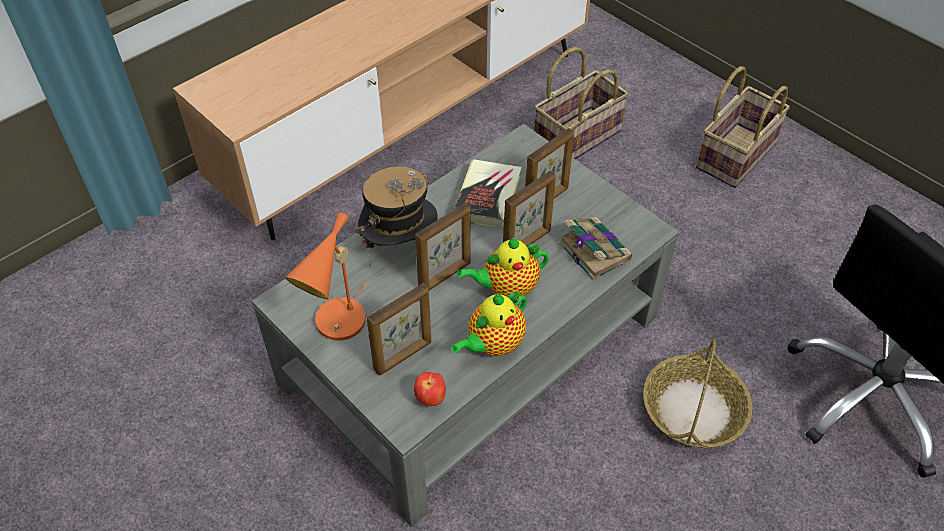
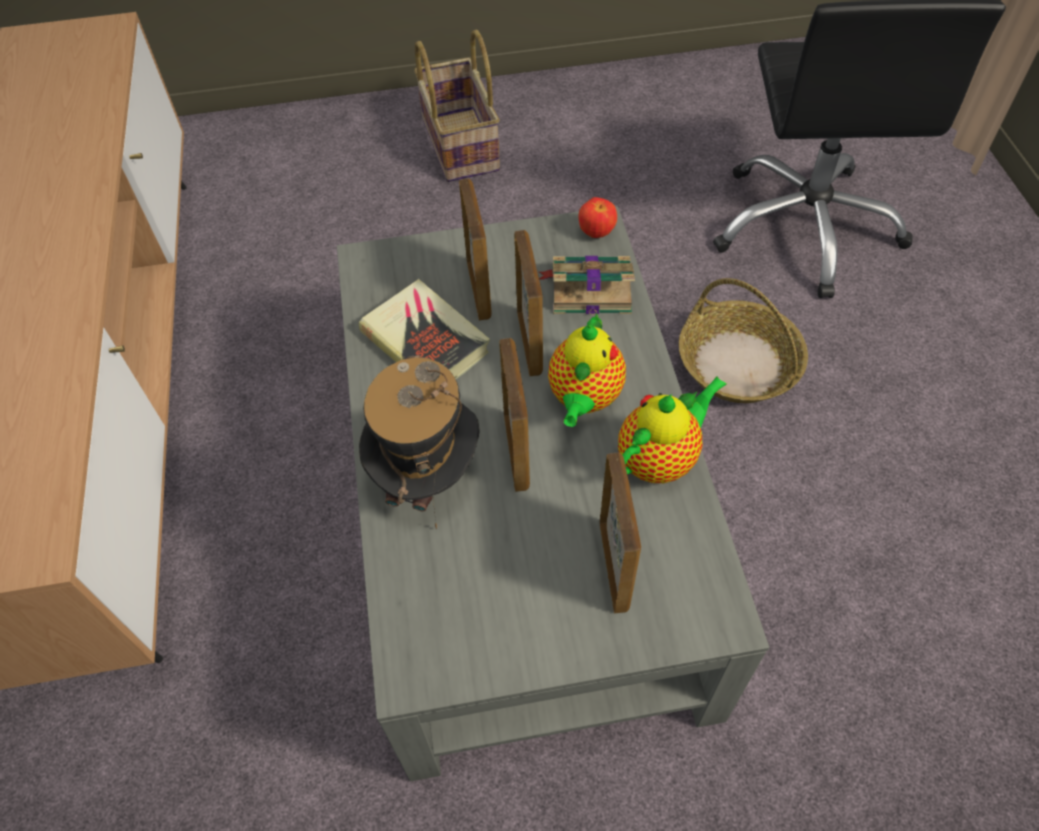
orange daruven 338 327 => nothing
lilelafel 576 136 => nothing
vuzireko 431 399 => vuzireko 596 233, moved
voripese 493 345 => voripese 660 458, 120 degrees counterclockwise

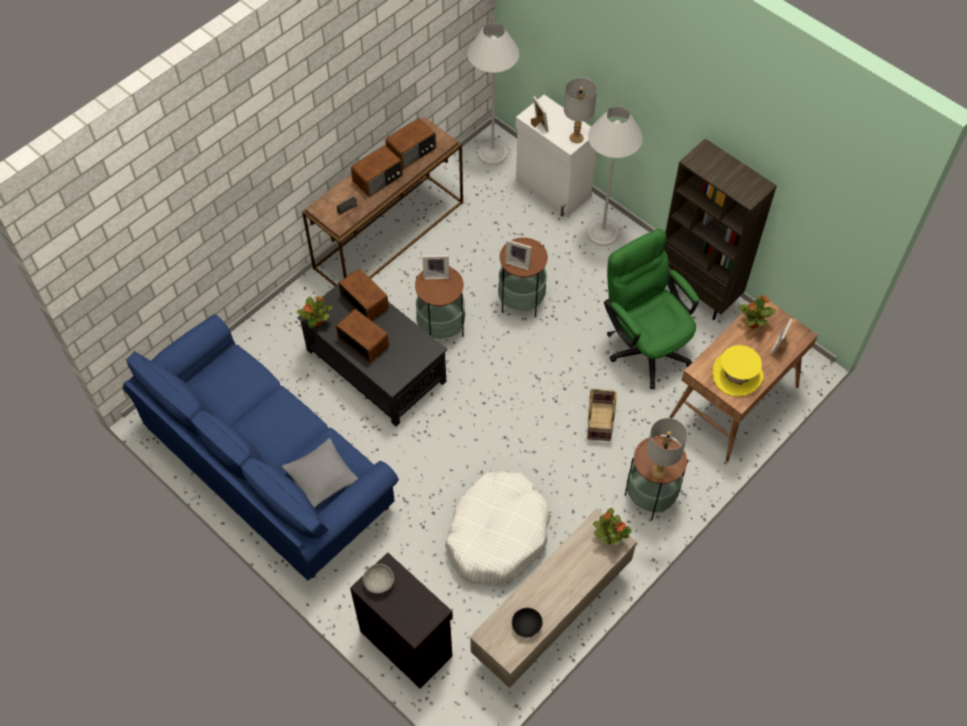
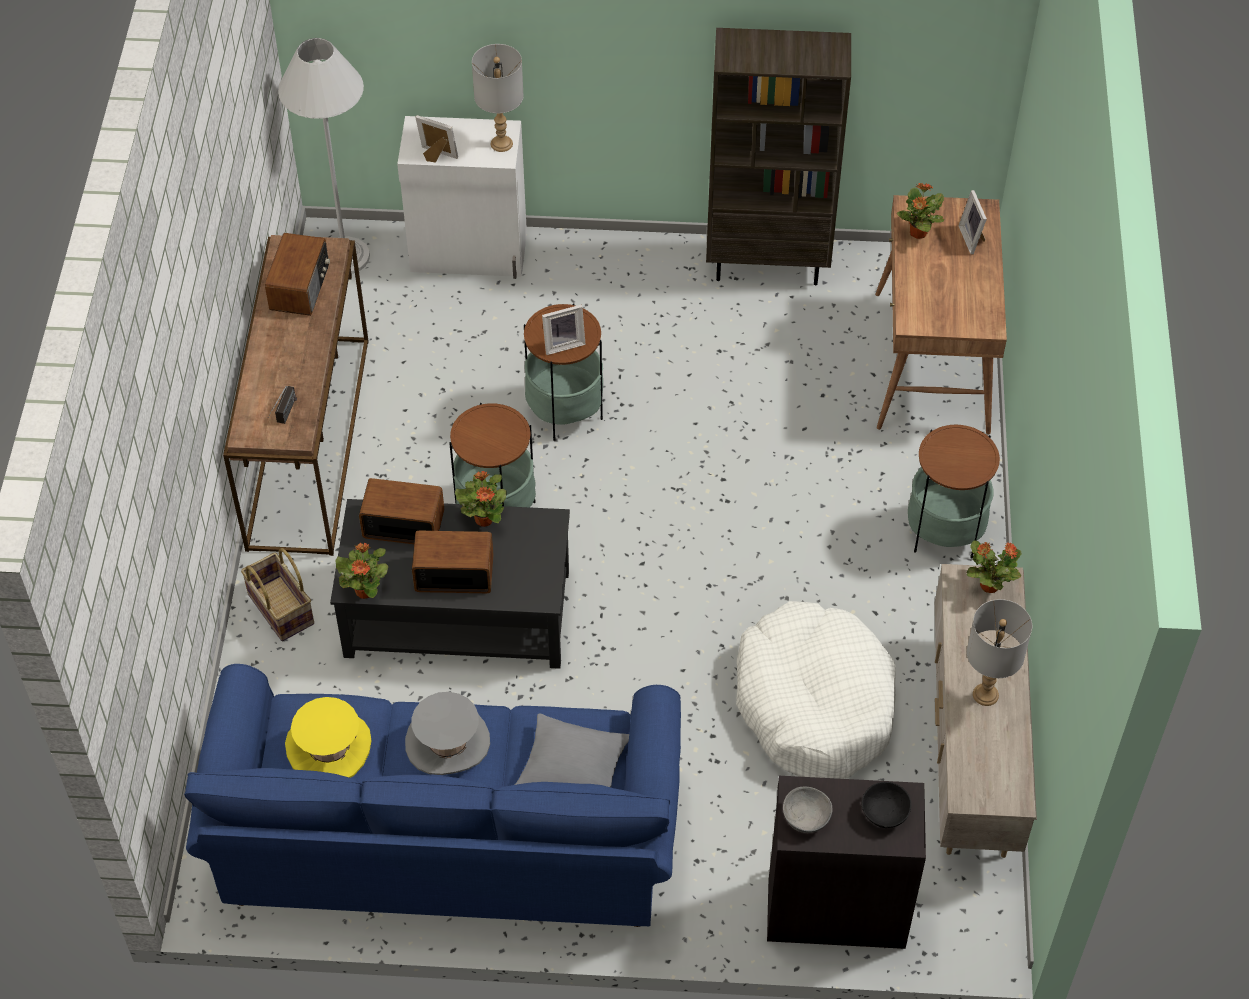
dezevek 378 179 => nothing
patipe 436 274 => nothing
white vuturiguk 602 233 => nothing
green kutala 645 345 => nothing
nothing => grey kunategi 447 742
nothing => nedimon 484 518
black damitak 527 626 => black damitak 885 812, moved
lilelafel 599 421 => lilelafel 279 609, moved
grey daruven 659 472 => grey daruven 986 695, moved
yellow kunategi 737 375 => yellow kunategi 329 747, moved

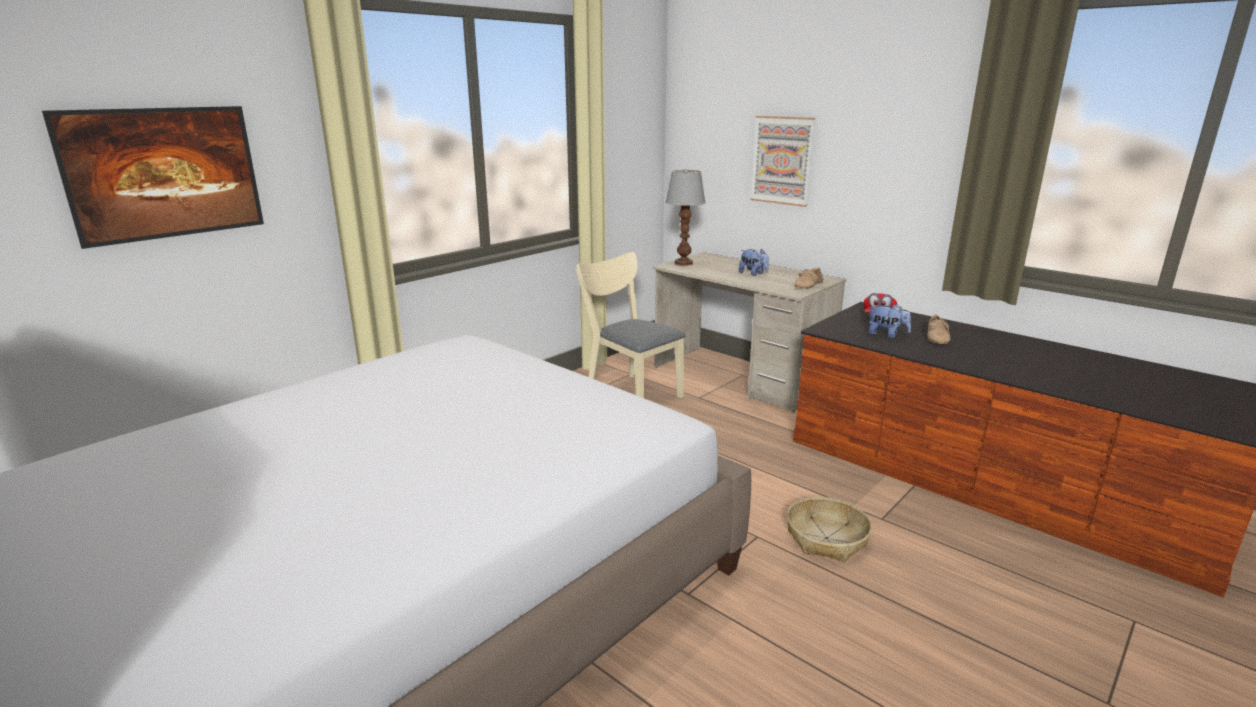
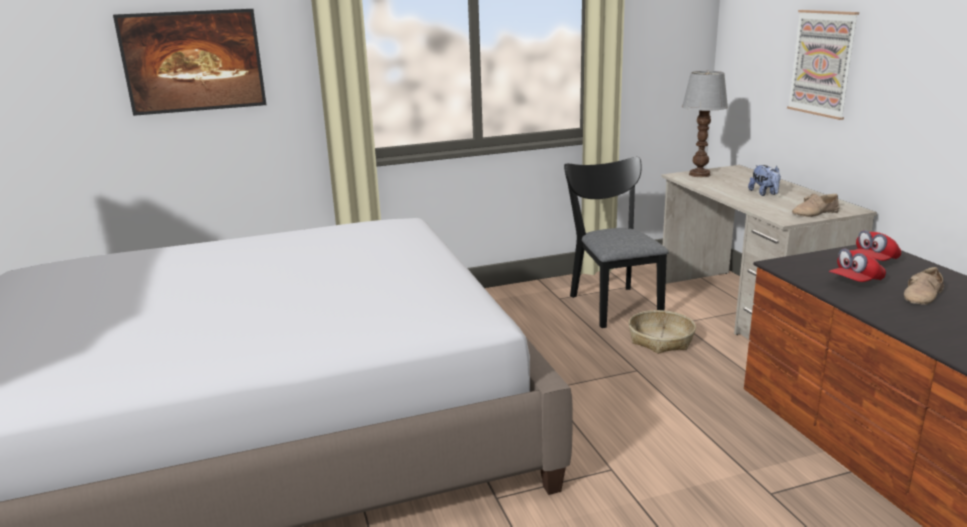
lilelafel 826 538 => lilelafel 661 340, moved
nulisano 886 335 => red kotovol 855 282
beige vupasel 629 391 => black vupasel 612 303

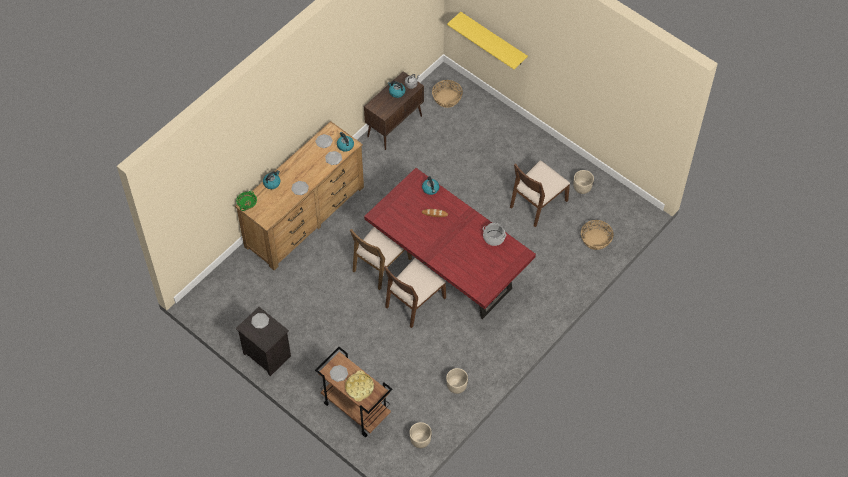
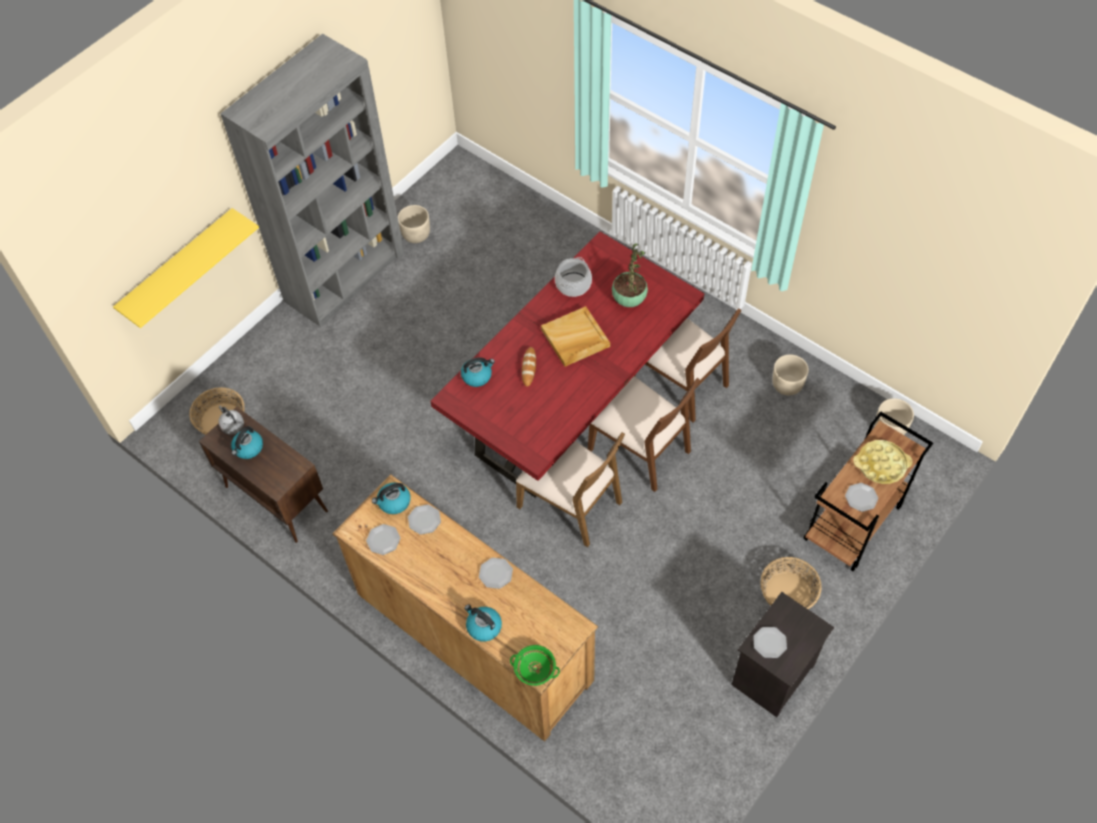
nothing => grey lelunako 345 276
nothing => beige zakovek 575 338
nothing => nedimon 629 299
brown vupasel 537 203 => brown vupasel 680 382, moved
lilelafel 596 239 => lilelafel 788 592, moved

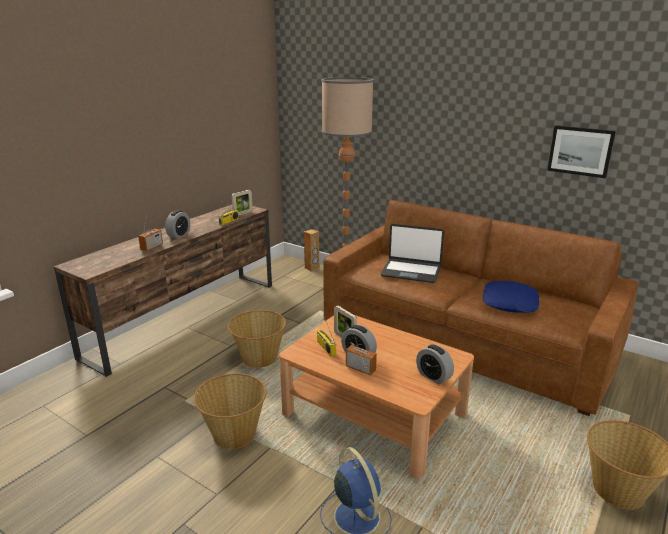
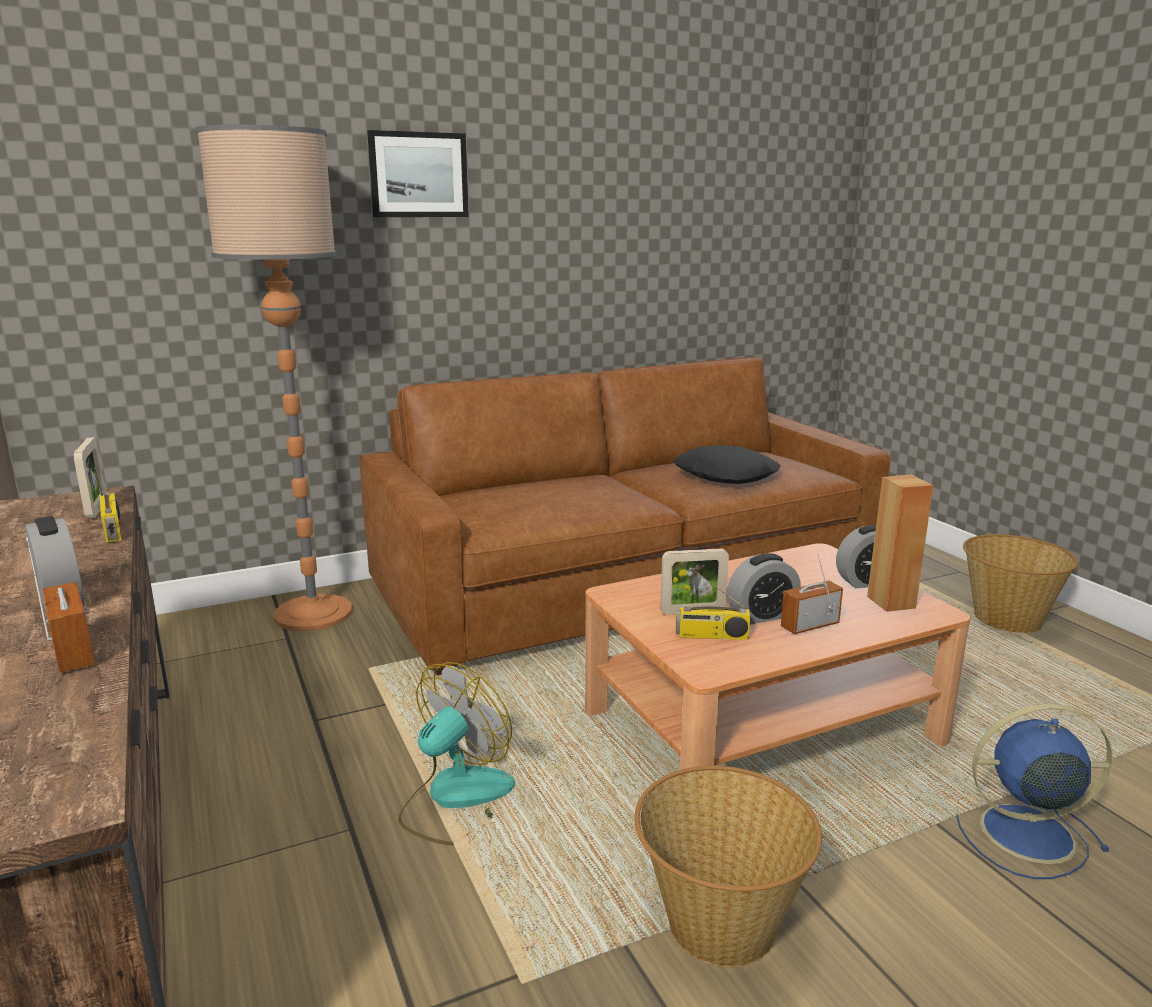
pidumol 411 271 => nothing
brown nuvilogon 312 268 => brown nuvilogon 891 602, moved
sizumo 580 151 => sizumo 418 175, moved
lilelafel 259 358 => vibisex 456 800
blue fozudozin 510 303 => black fozudozin 726 475

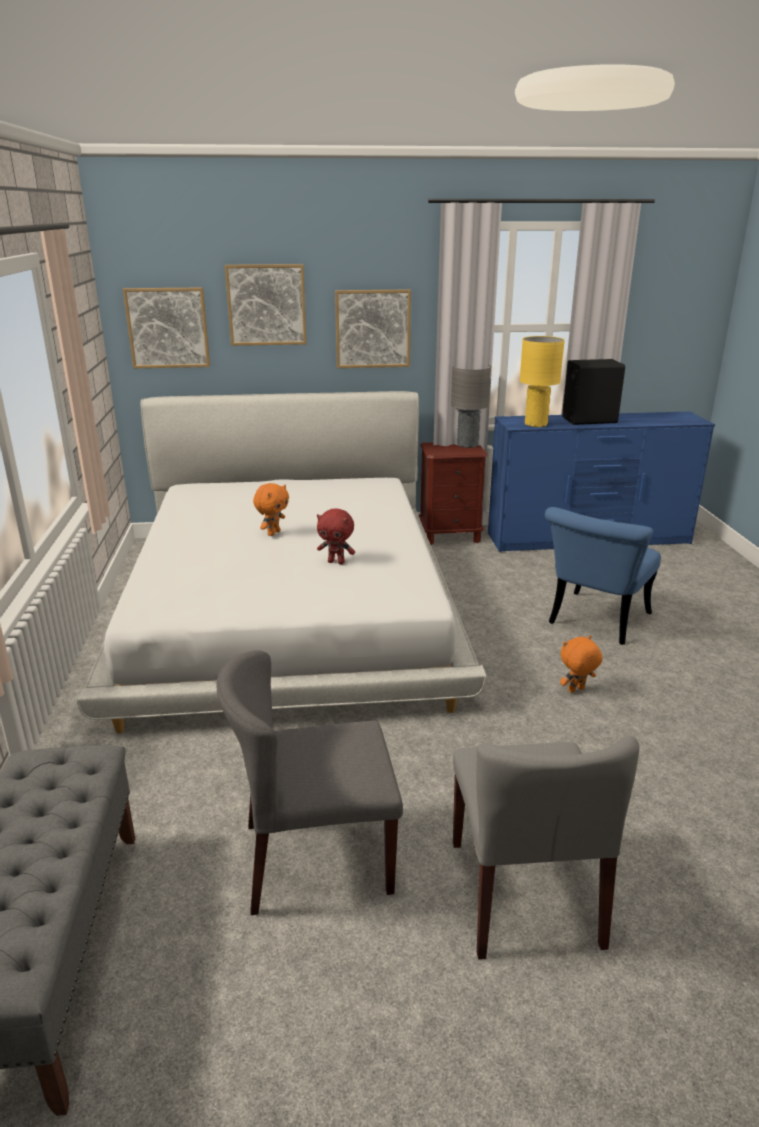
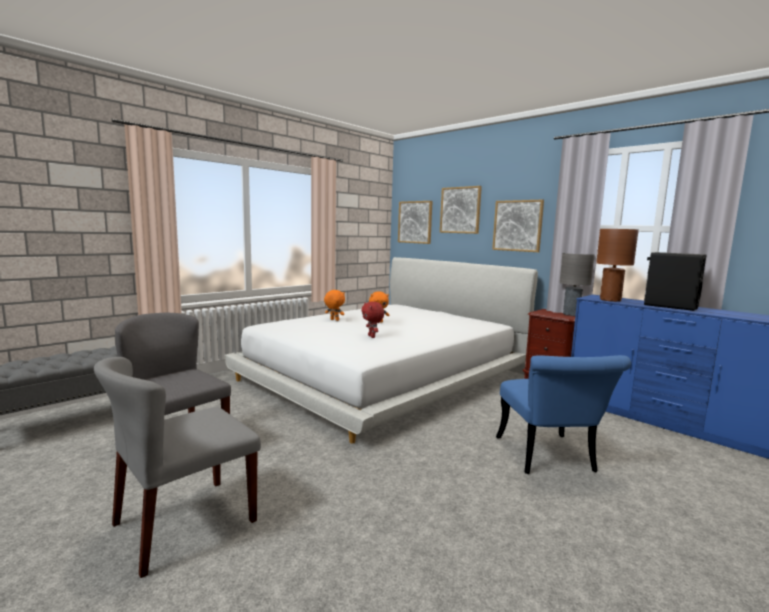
orange nulisano 576 690 => orange nulisano 334 320, moved
yellow daruven 535 424 => brown daruven 610 300
blue vupasel 595 623 => blue vupasel 549 459, 90 degrees counterclockwise

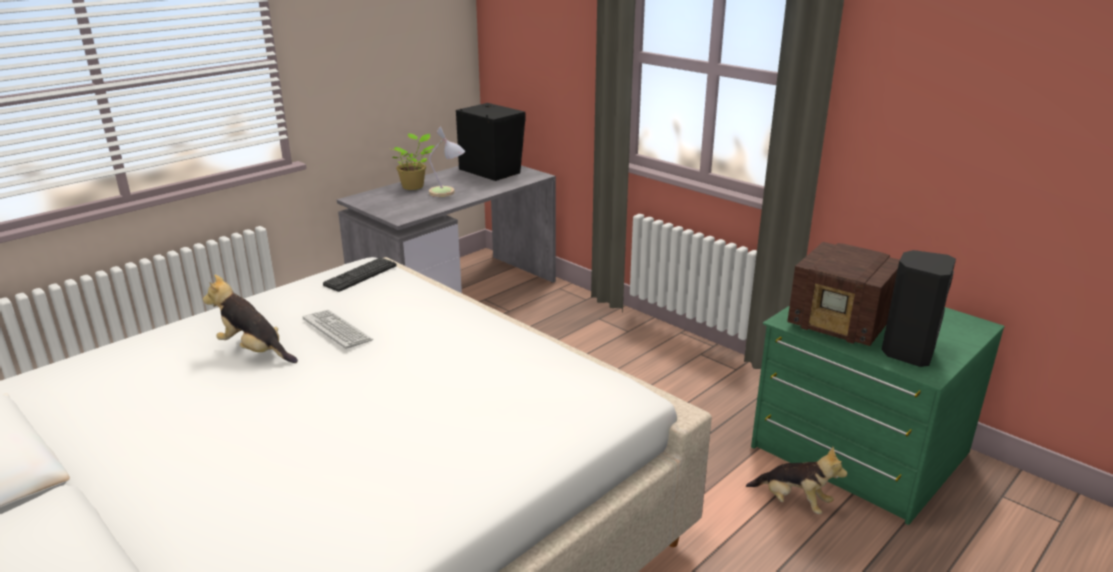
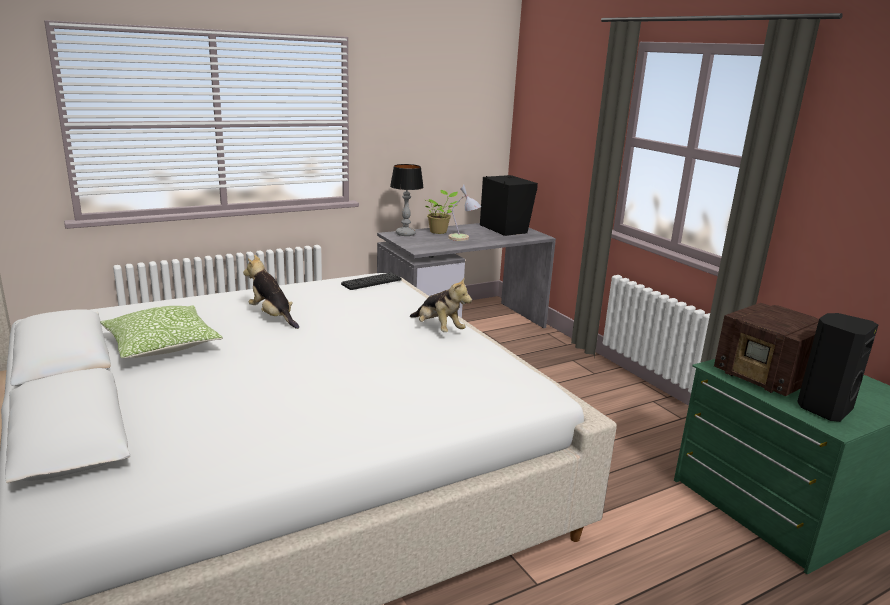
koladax 337 330 => nothing
nothing => fozudozin 162 346
nothing => daruven 406 234
nulisano 793 502 => nulisano 438 329, moved

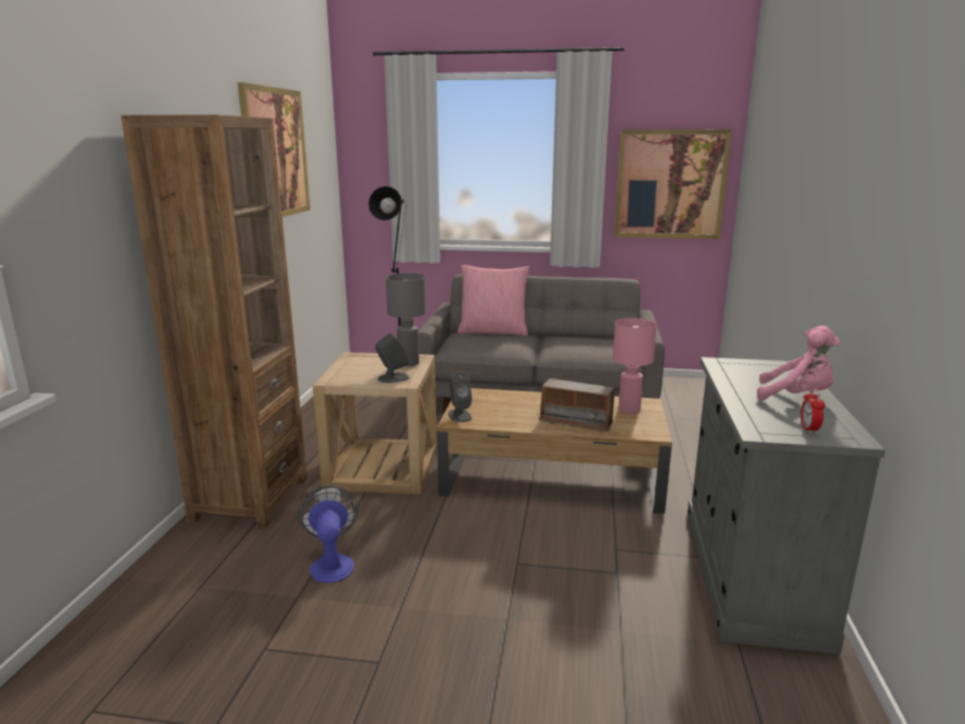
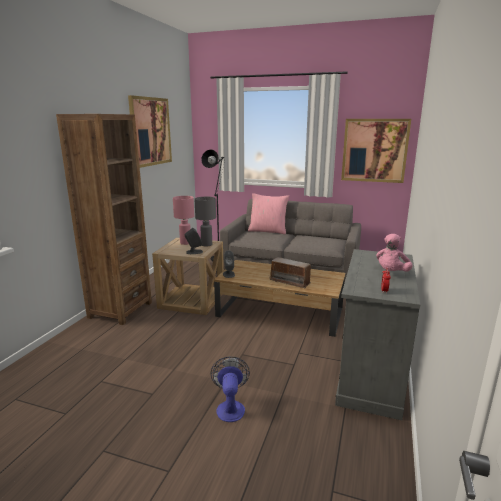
vibisex 331 563 => vibisex 230 407, moved
pink daruven 629 410 => pink daruven 185 243, moved
pink nulisano 796 397 => pink nulisano 391 273, 90 degrees clockwise

